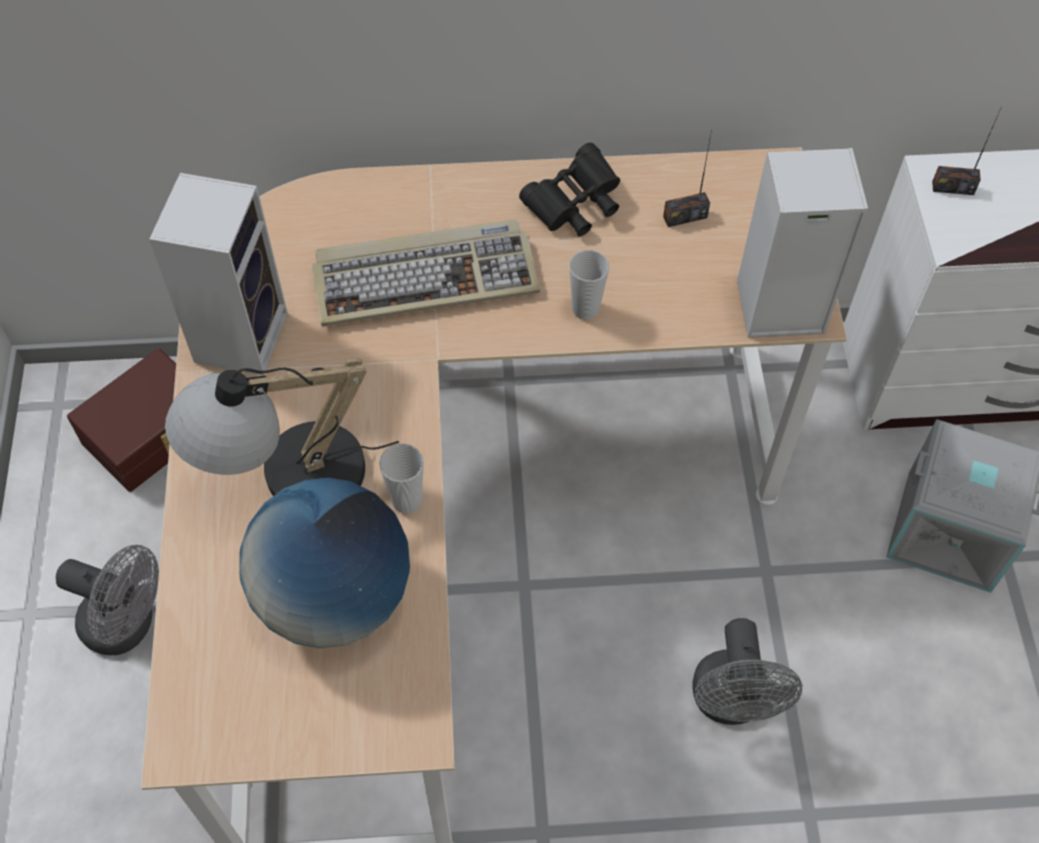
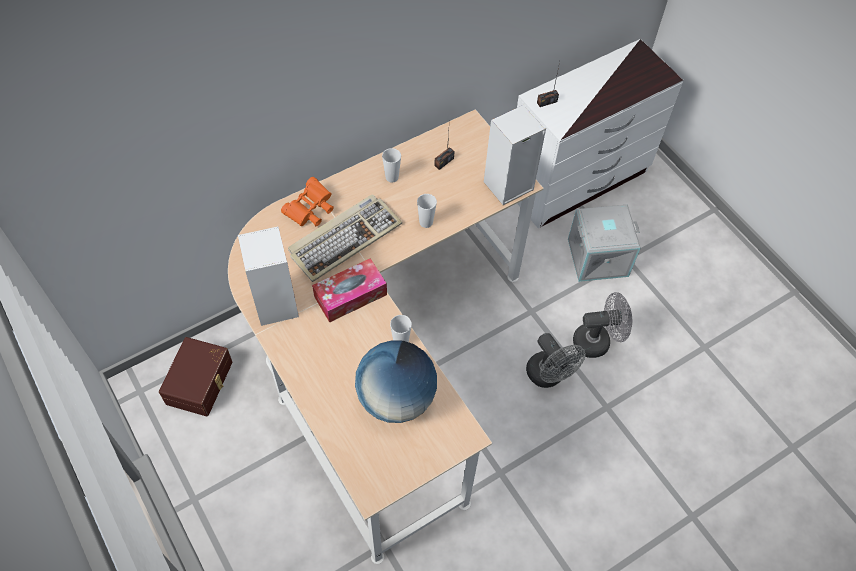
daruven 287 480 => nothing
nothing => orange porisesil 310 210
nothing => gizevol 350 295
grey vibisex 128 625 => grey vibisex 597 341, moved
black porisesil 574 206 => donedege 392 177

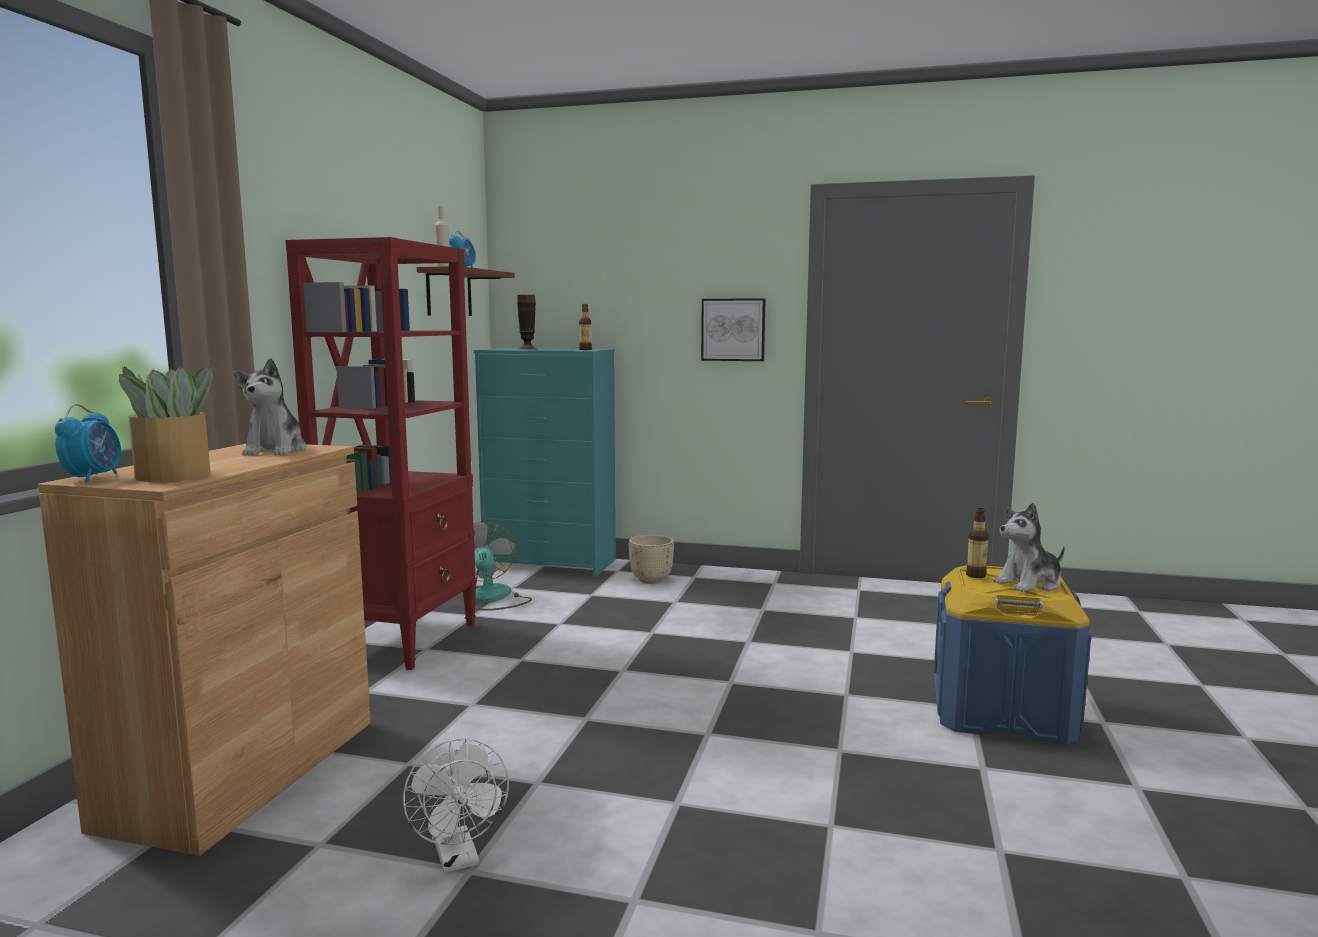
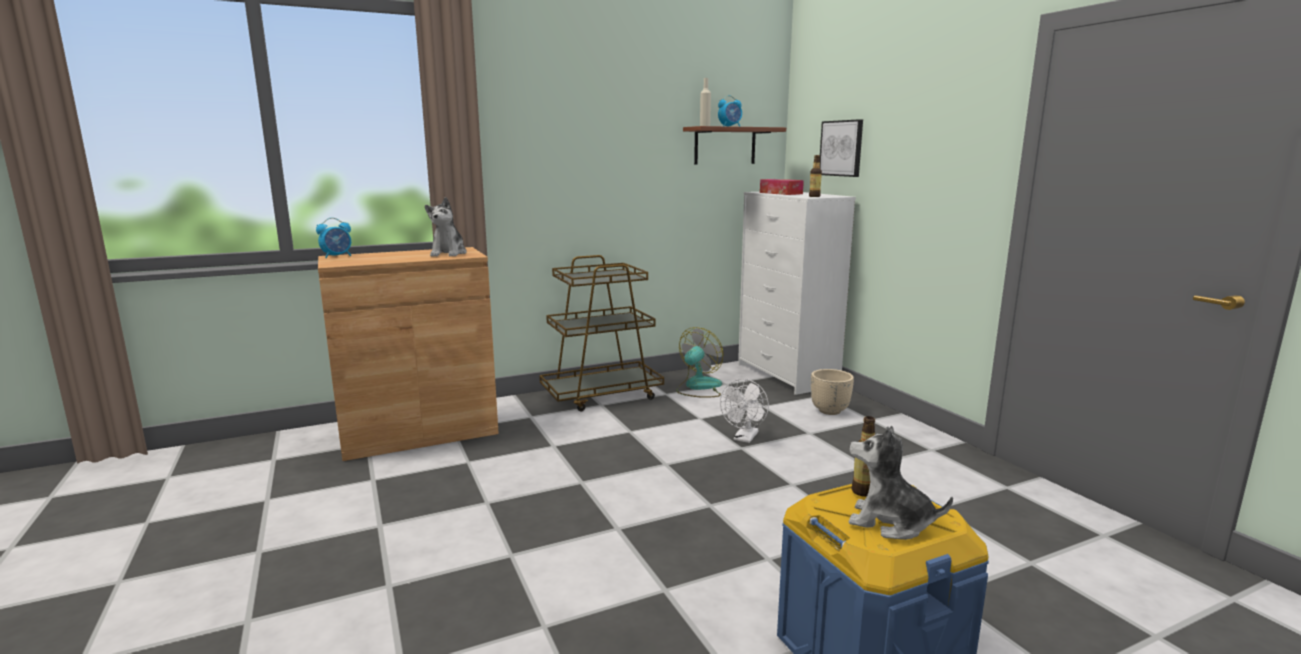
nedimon 175 476 => nothing
white vibisex 459 859 => white vibisex 744 438, moved
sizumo 733 329 => sizumo 841 148, moved
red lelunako 402 640 => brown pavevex 602 395
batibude 527 349 => gizevol 780 193
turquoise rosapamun 551 563 => white rosapamun 787 375
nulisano 275 451 => nulisano 448 253, 45 degrees counterclockwise

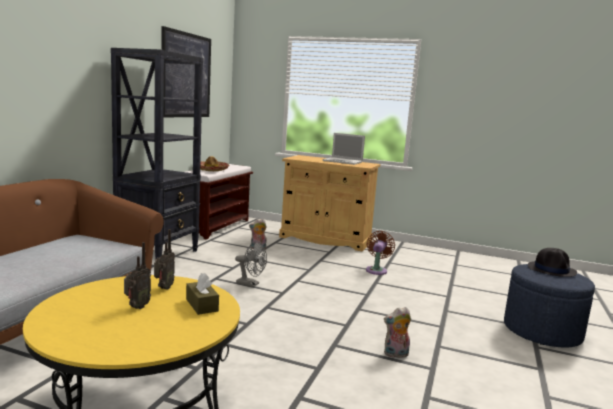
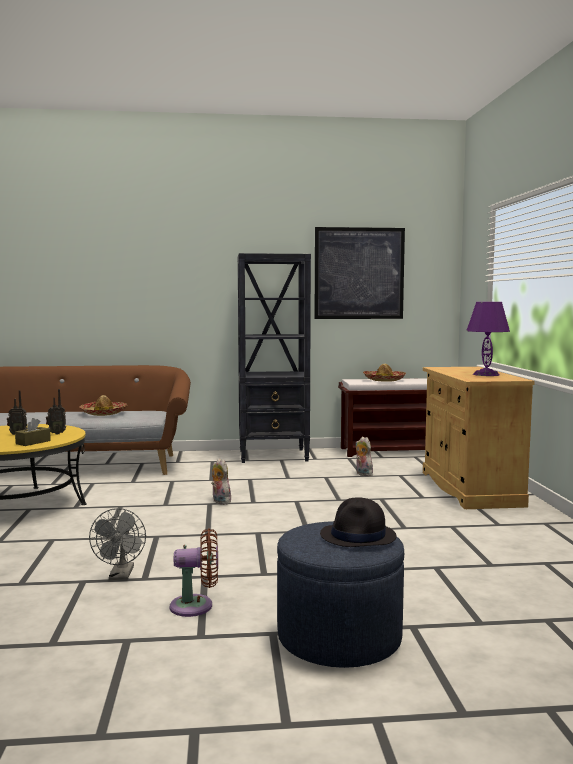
nothing => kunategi 104 413
grey vibisex 251 284 => grey vibisex 121 576, moved
brown vibisex 377 270 => brown vibisex 196 606, moved
nulisano 395 354 => nulisano 220 501, moved
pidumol 343 161 => purple daruven 486 374

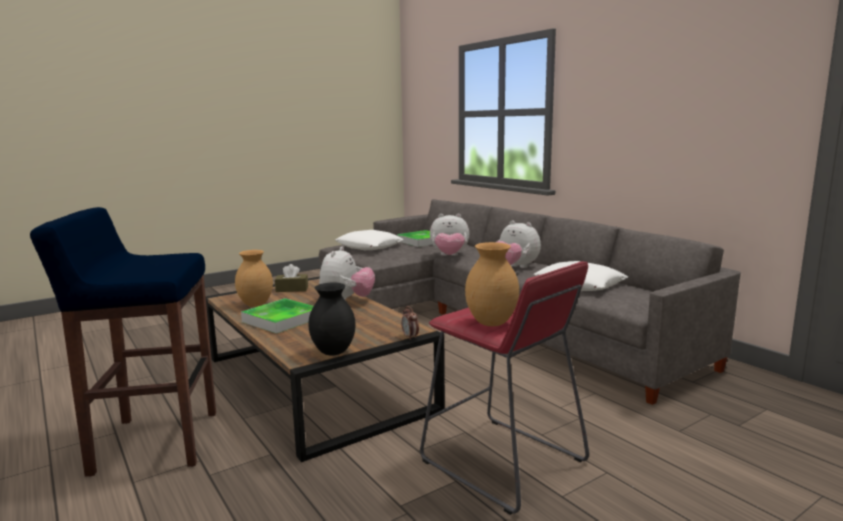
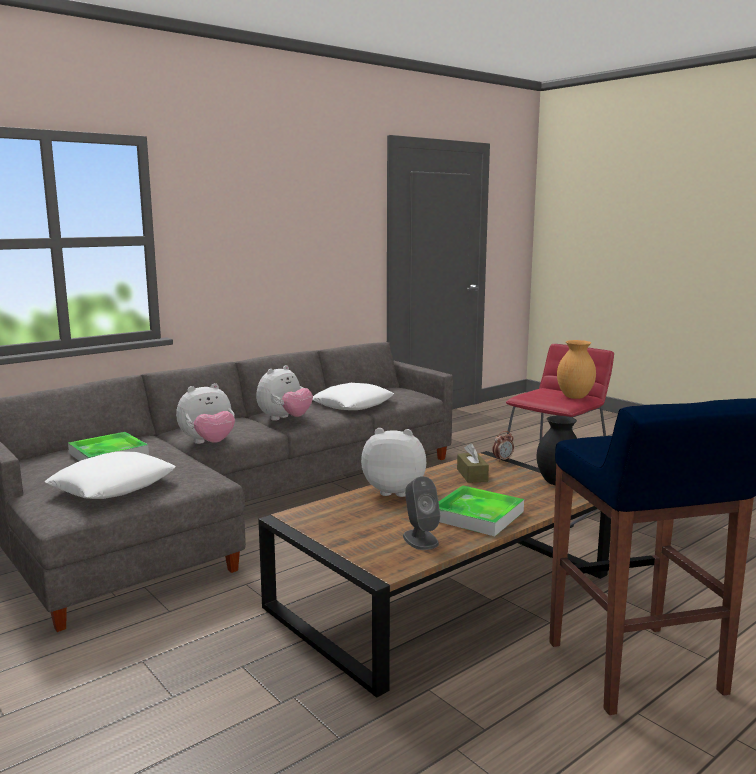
brown gizevol 292 289 => brown gizevol 472 475, moved
brown batibude 256 304 => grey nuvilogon 420 539
nulisano 449 256 => nulisano 208 443, 60 degrees clockwise

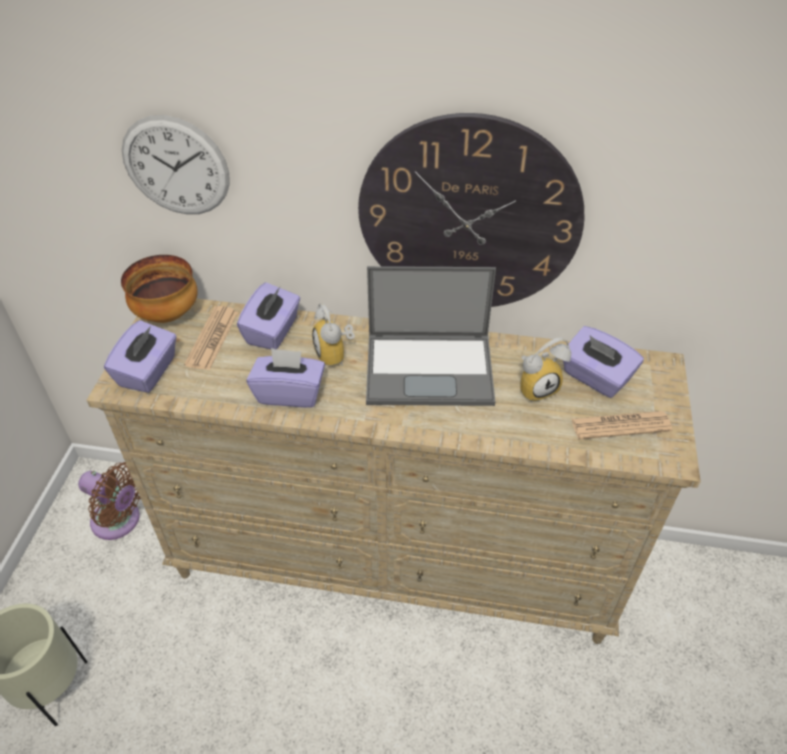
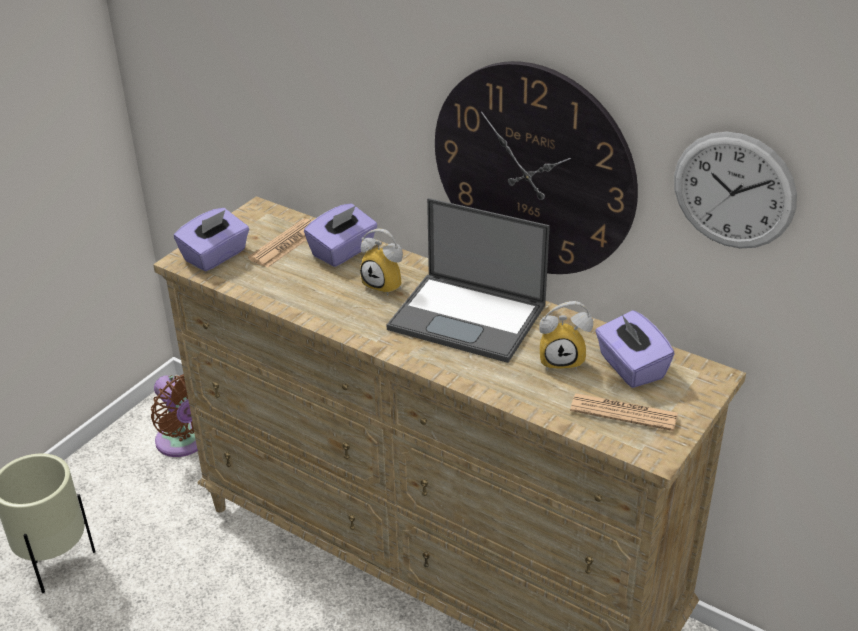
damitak 168 314 => nothing
purple gizevol 290 393 => nothing
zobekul 176 166 => zobekul 733 191, moved
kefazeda 336 355 => kefazeda 387 285, 60 degrees counterclockwise

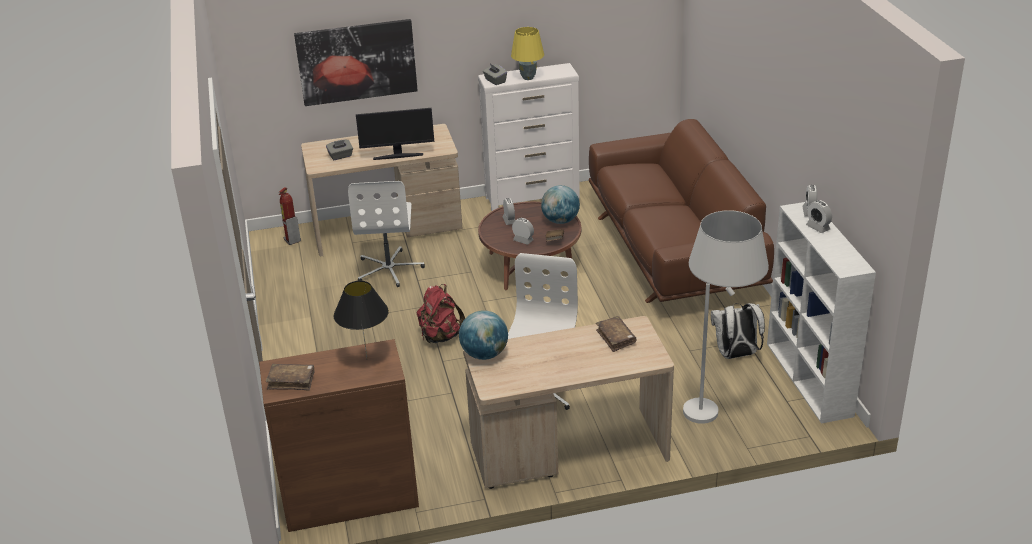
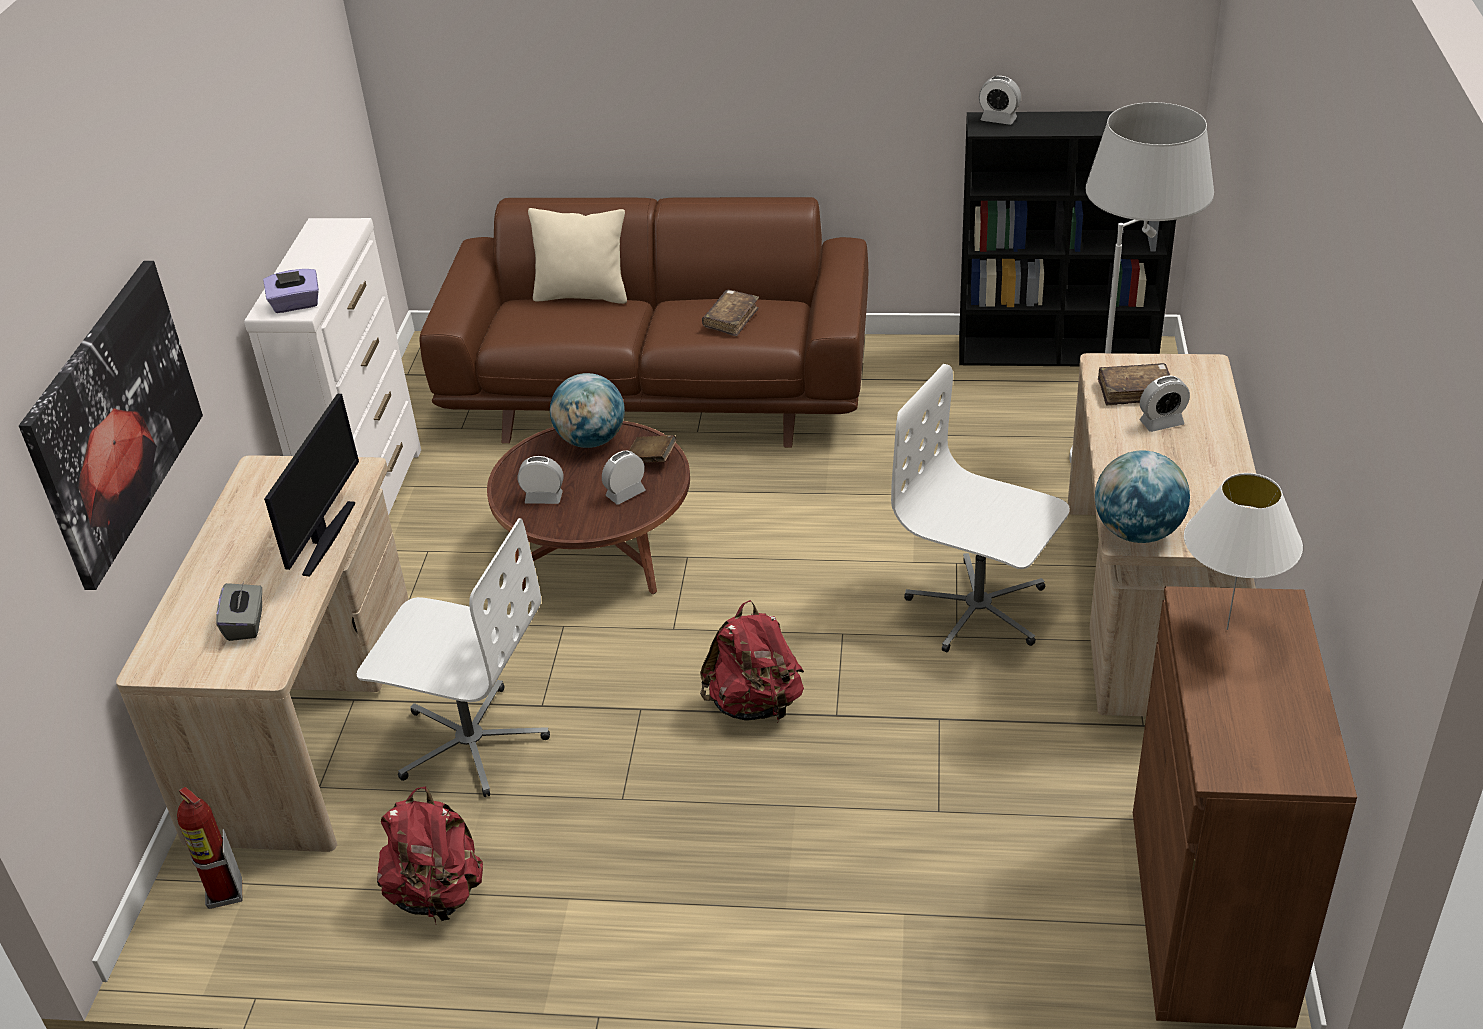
yellow daruven 528 78 => nothing
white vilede 736 355 => nothing
nothing => red vilede 437 894
nothing => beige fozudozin 582 295
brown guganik 291 381 => brown guganik 731 319, moved
kefazeda 818 227 => kefazeda 1161 423, moved
black daruven 367 359 => white daruven 1227 629
grey gizevol 495 81 => purple gizevol 296 305
white lelunako 809 380 => black lelunako 1058 352

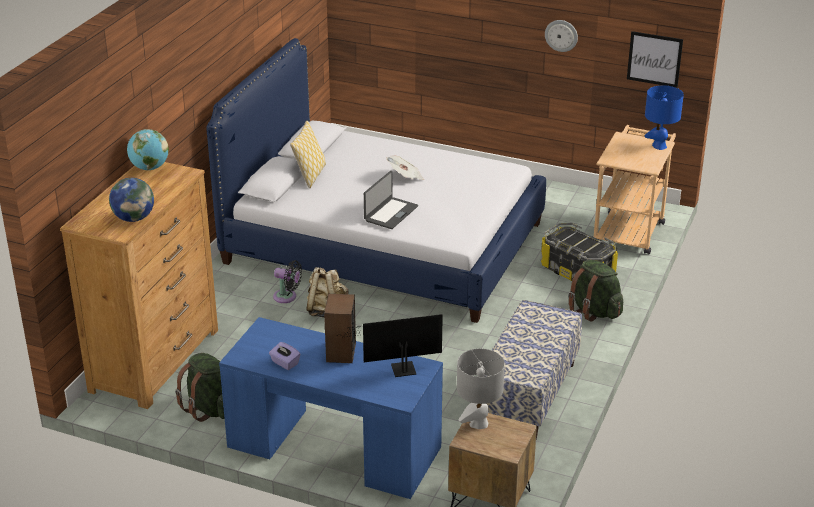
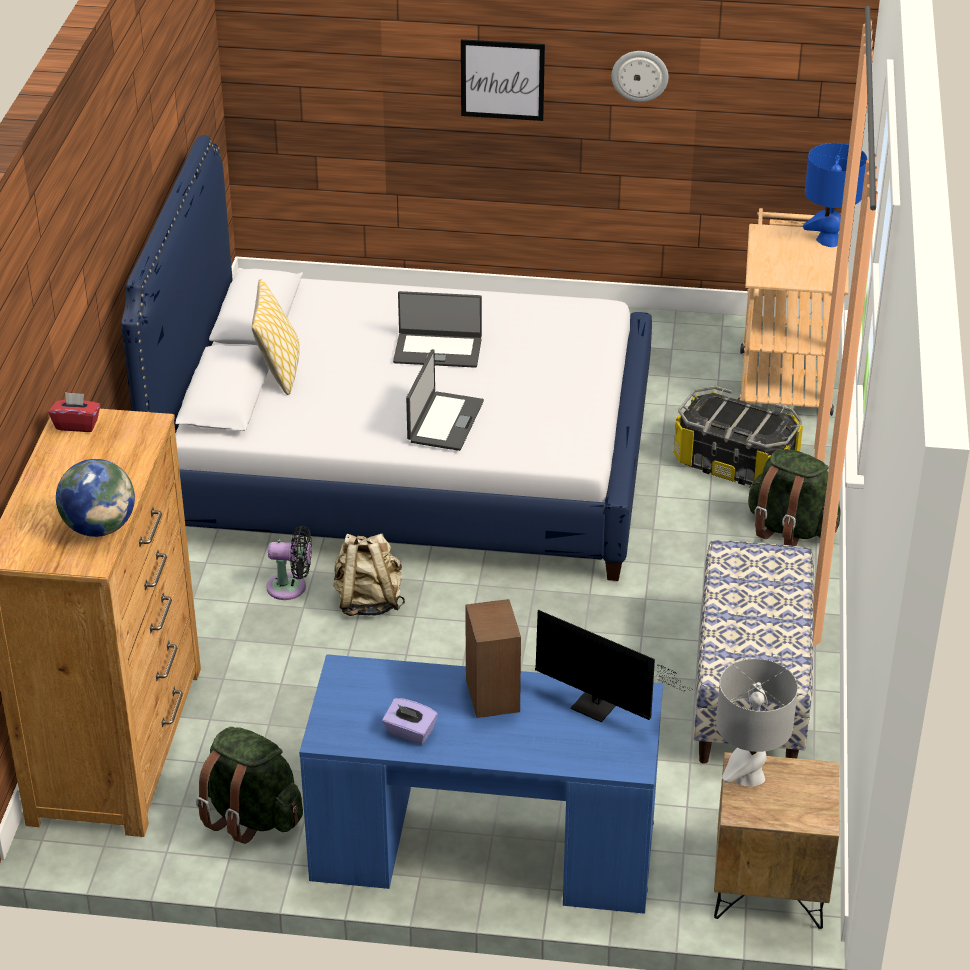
sizumo 654 59 => sizumo 502 79, moved
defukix 149 168 => red gizevol 77 424
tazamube 405 177 => pidumol 438 350
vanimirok 399 369 => vanimirok 600 708, 120 degrees counterclockwise

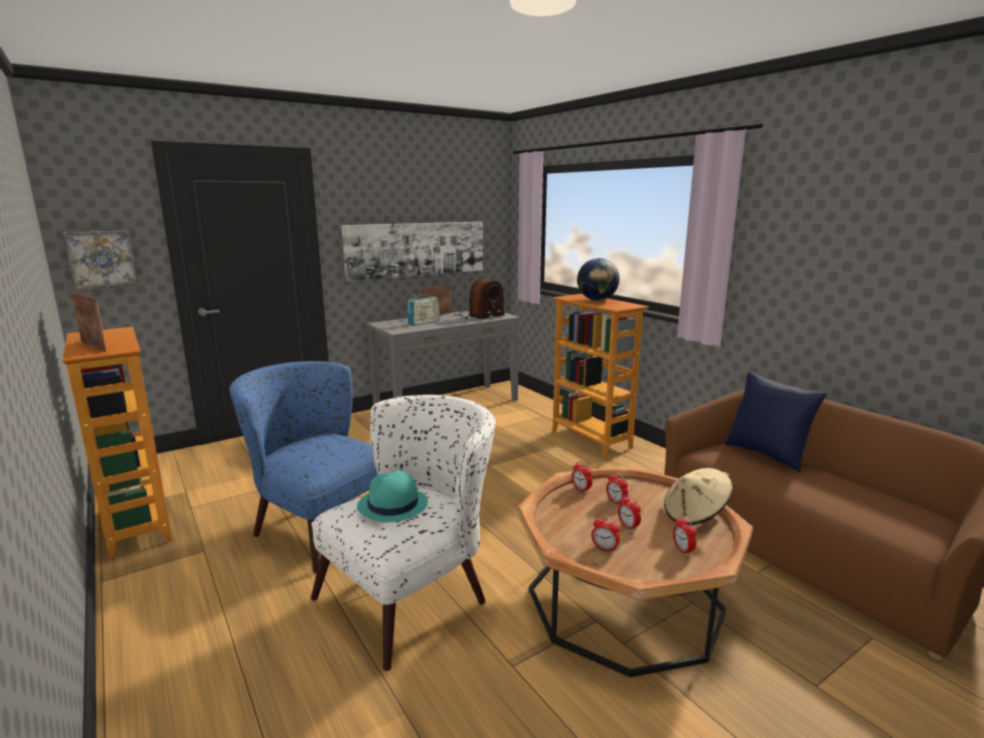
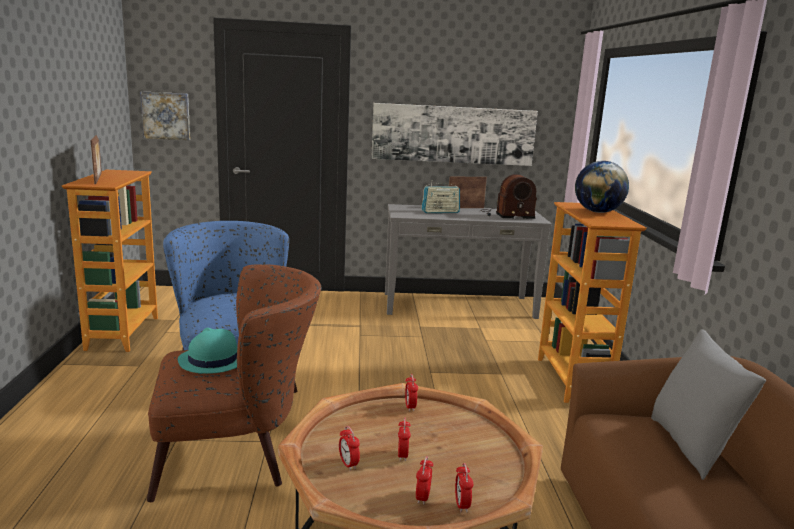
beige kunategi 695 515 => nothing
kefazeda 616 502 => kefazeda 461 505, moved
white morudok 415 593 => brown morudok 237 454
blue fozudozin 767 455 => grey fozudozin 691 447

